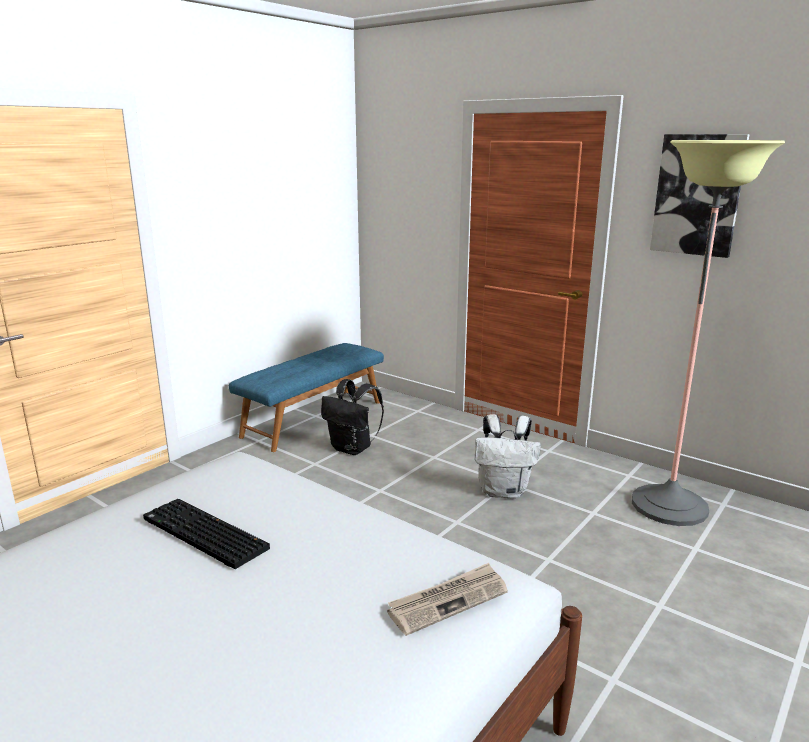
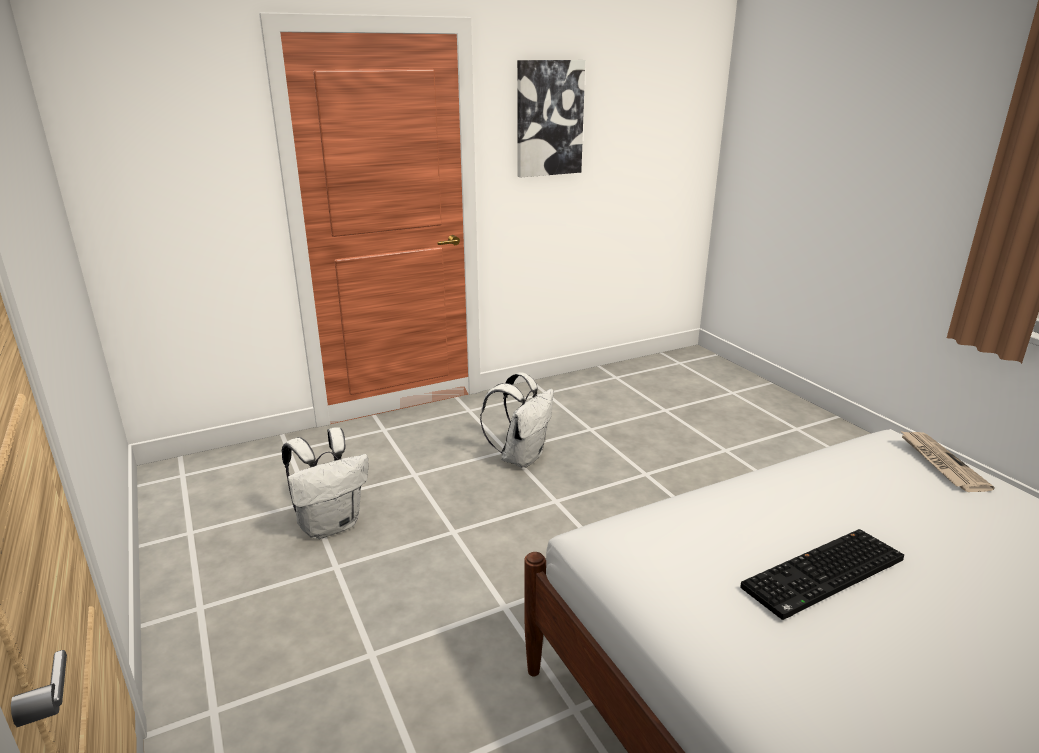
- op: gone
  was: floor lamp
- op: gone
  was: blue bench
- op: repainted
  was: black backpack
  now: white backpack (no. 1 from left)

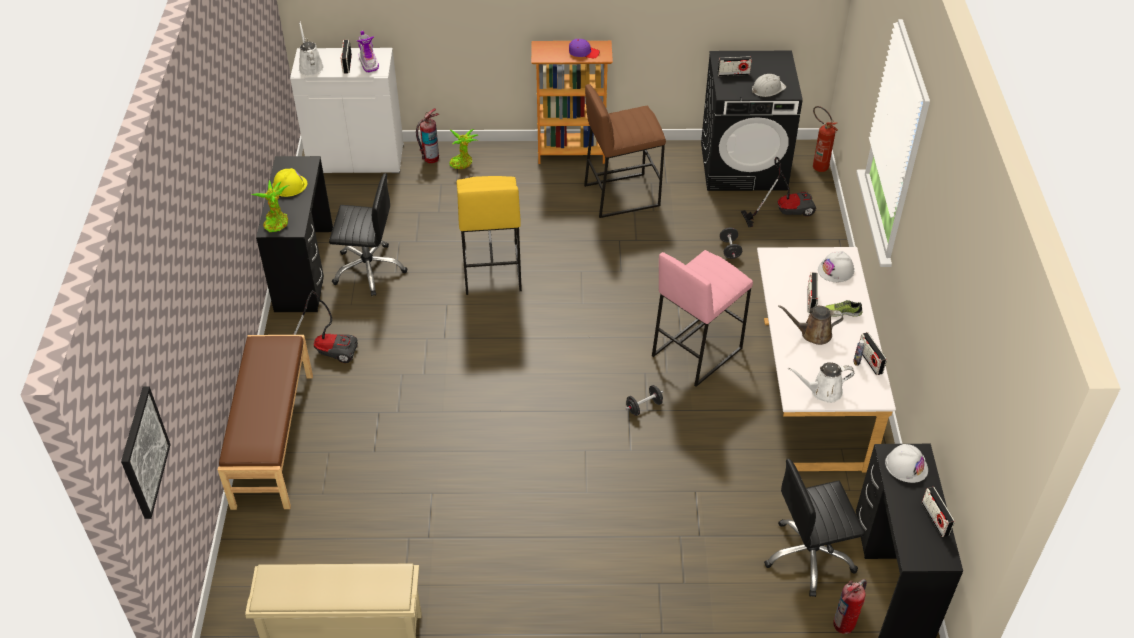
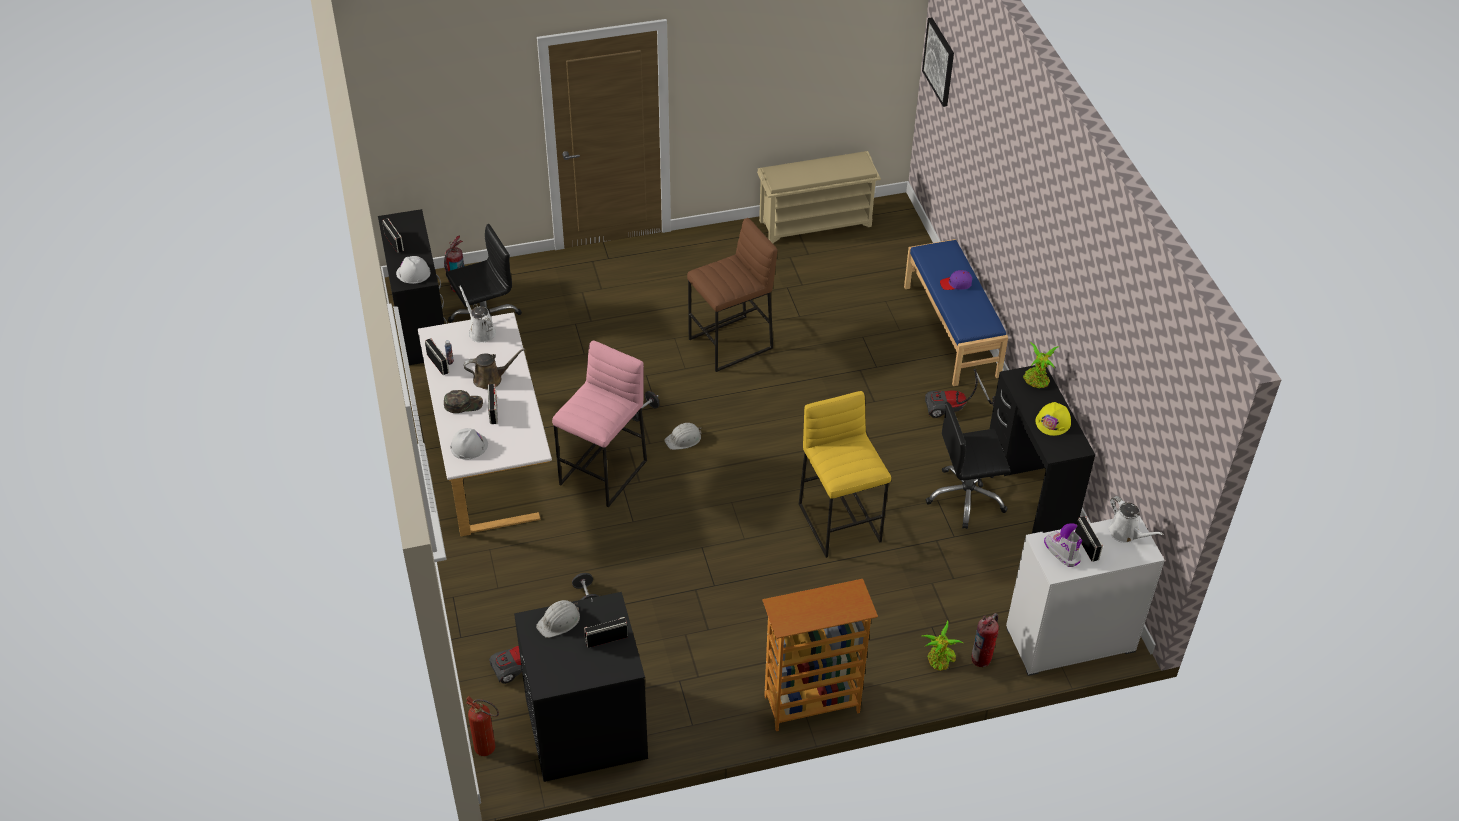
- op: shifted
  was: purple cap
- op: shifted
  was: brown stool
- op: swapped
  was: shoe
  now: green cap
- op: repainted
  was: brown bench
  now: blue bench
- op: rotated
  was: white watering can (no. 2 from left in the first image)
  clockwise: -105
- op: new
  now: white hard hat (no. 4 from left)

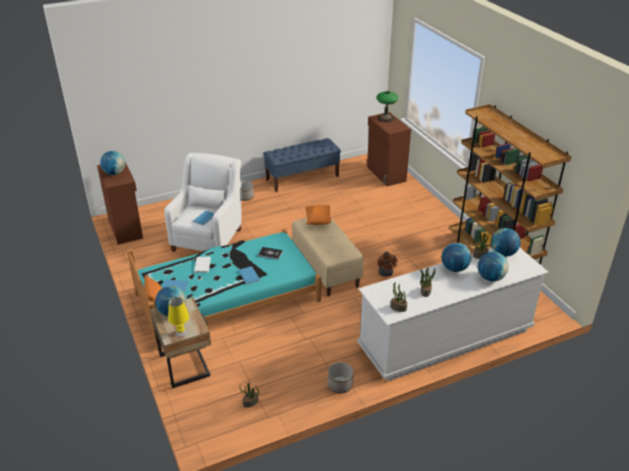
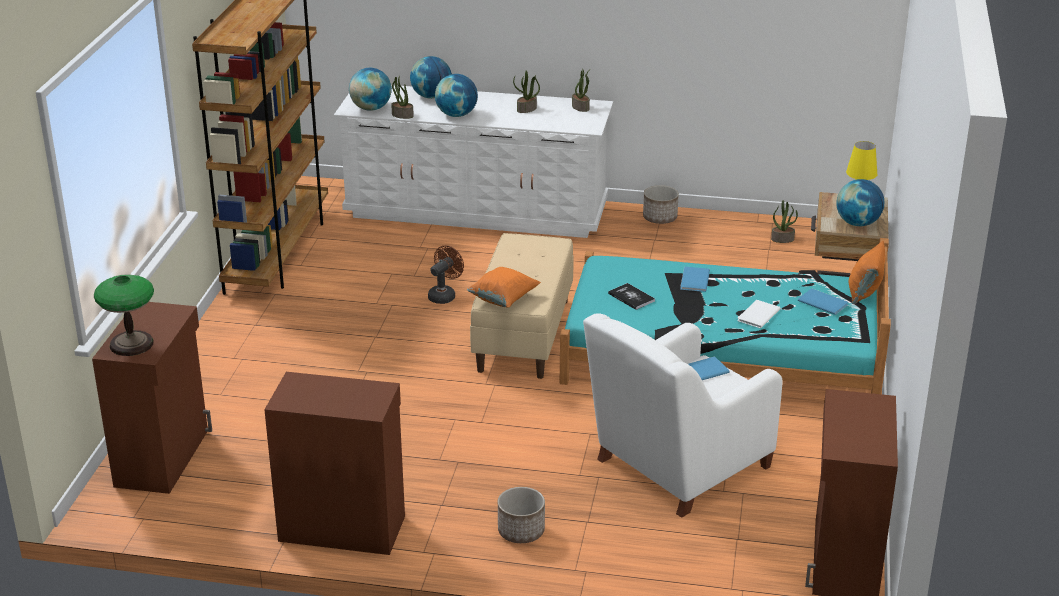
- op: swapped
  was: blue bench
  now: brown cabinet (no. 2 from left)
- op: gone
  was: globe (no. 1 from left)

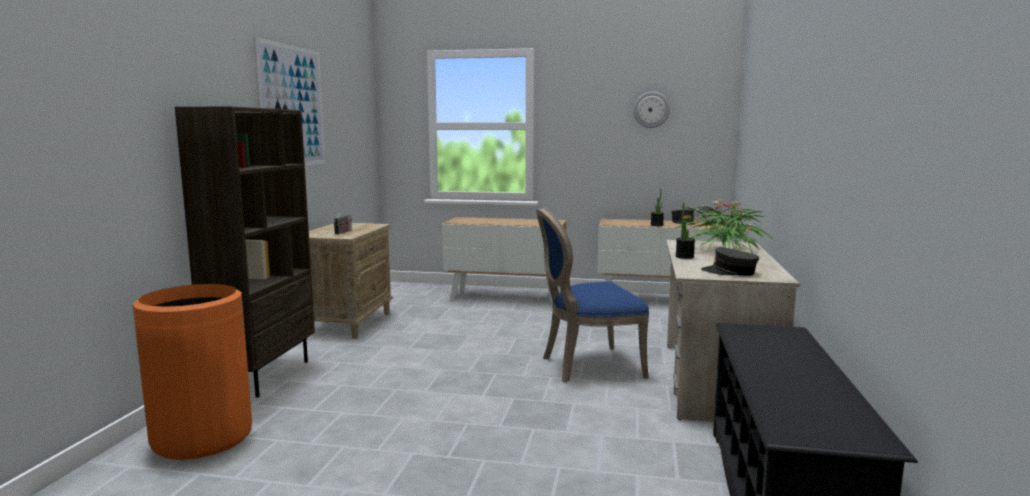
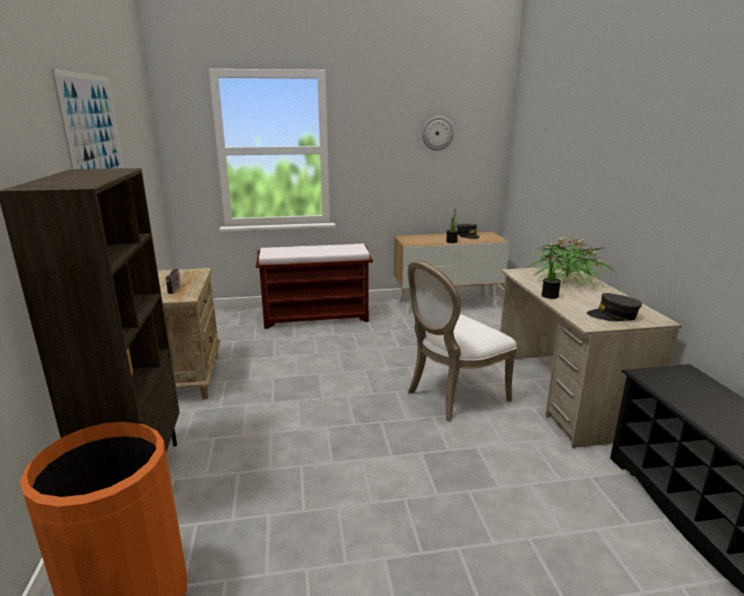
- op: repainted
  was: blue chair
  now: white chair
- op: swapped
  was: cabinet (no. 1 from left)
  now: brown bench

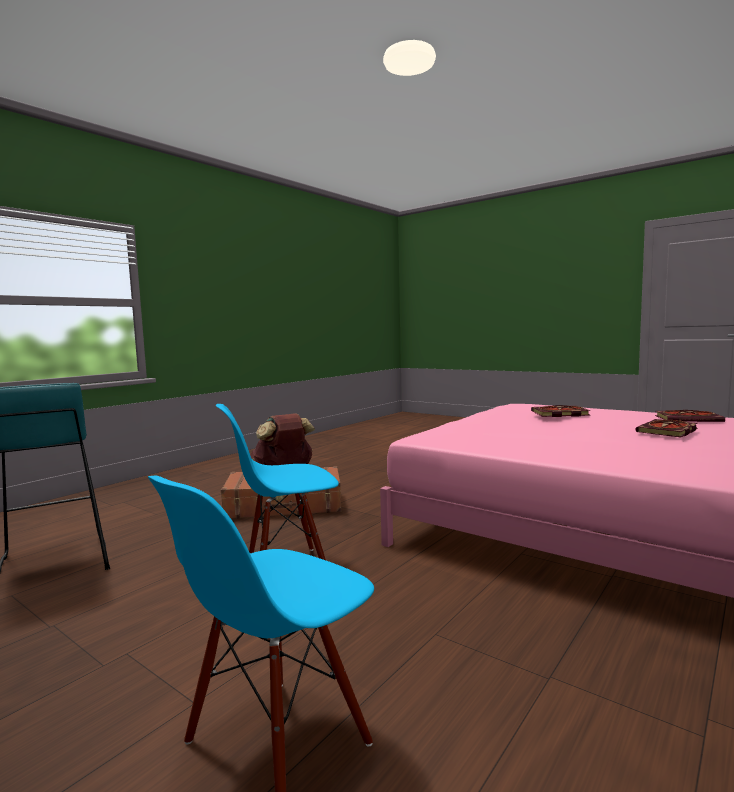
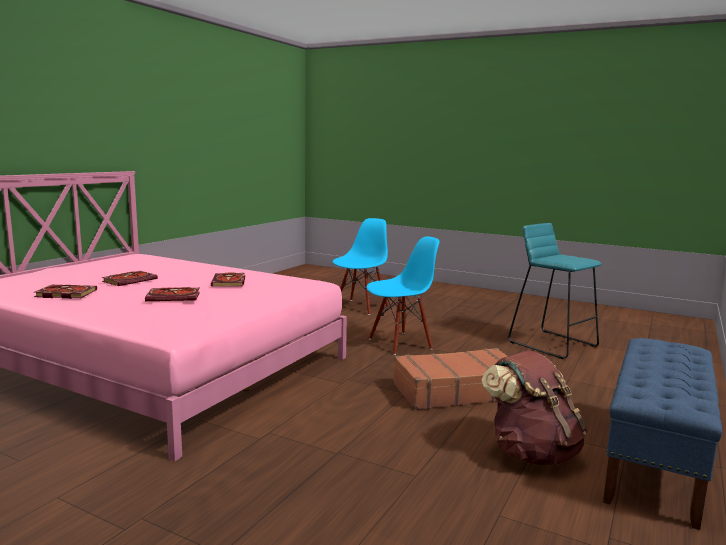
- op: new
  now: book (no. 4 from left)
- op: new
  now: blue bench

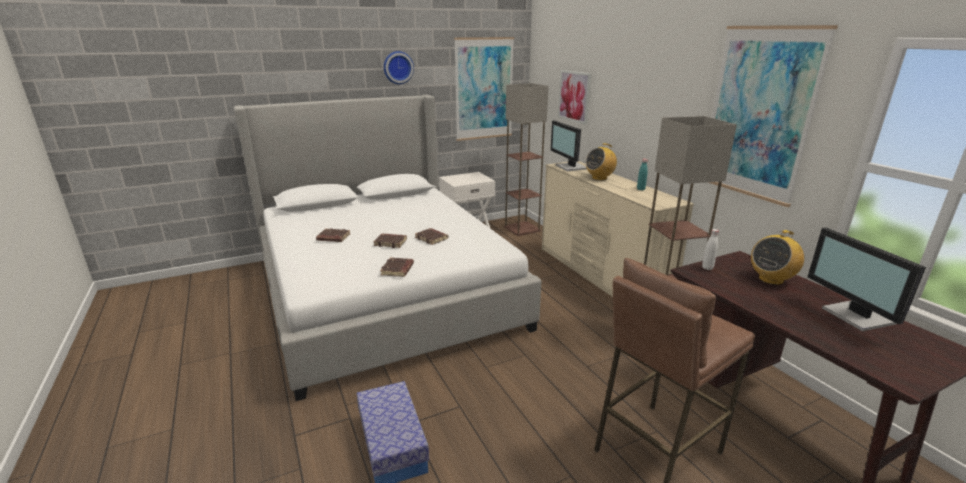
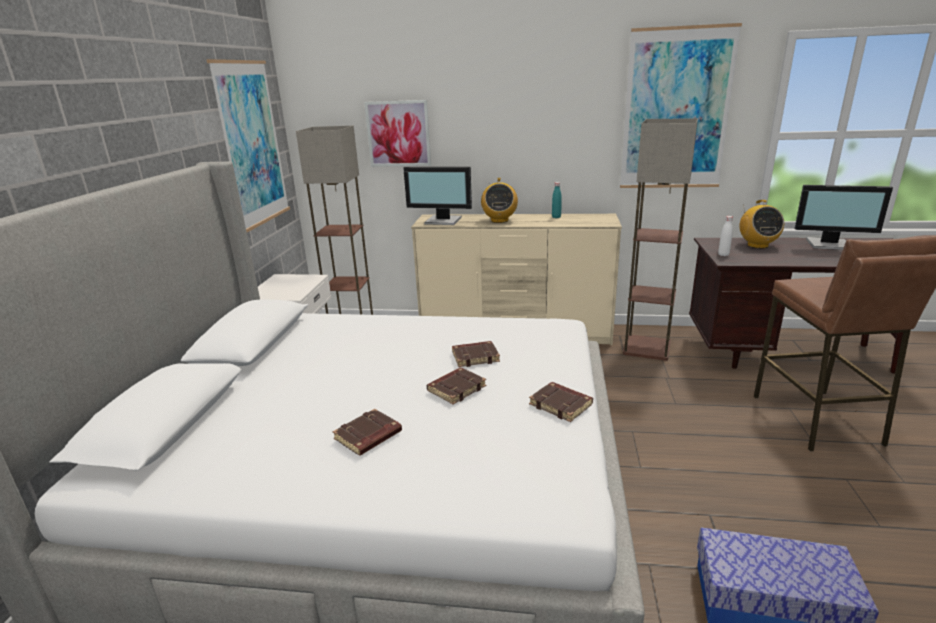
- op: gone
  was: wall clock

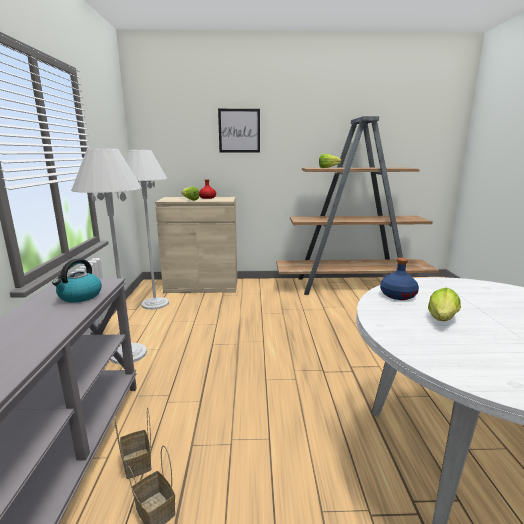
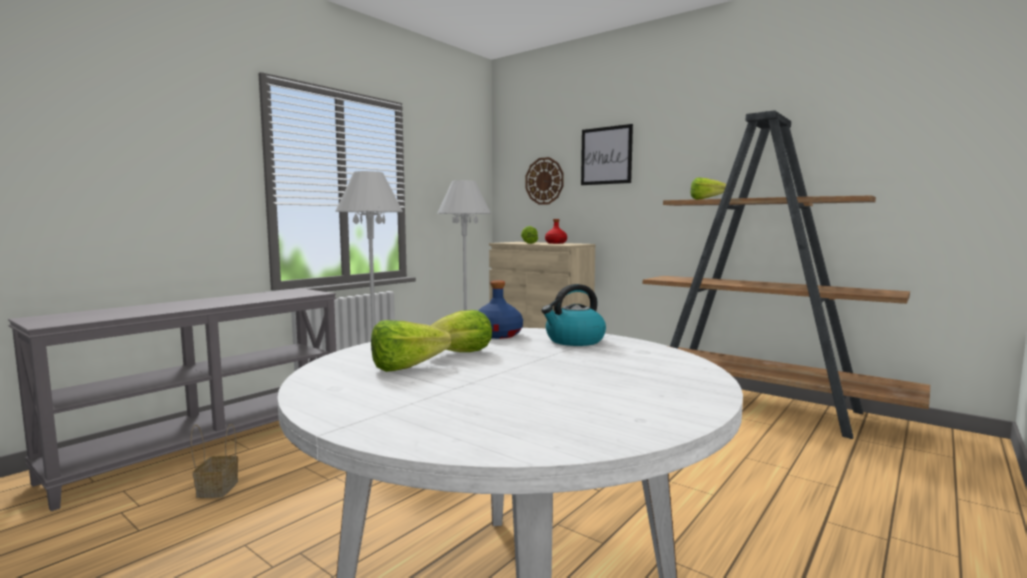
- op: shifted
  was: kettle
- op: gone
  was: basket (no. 1 from left)
- op: new
  now: wall clock
- op: new
  now: lettuce (no. 1 from left)

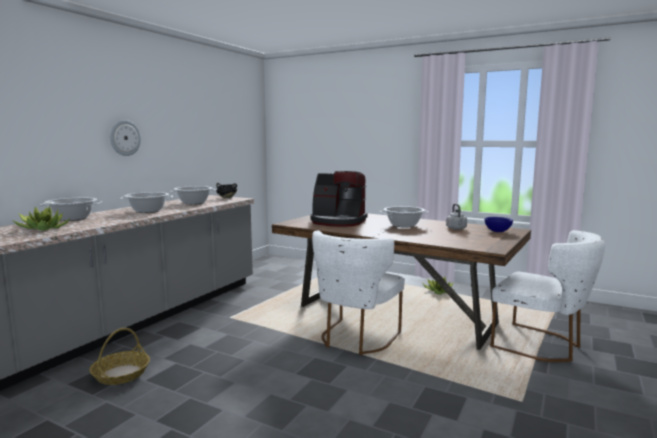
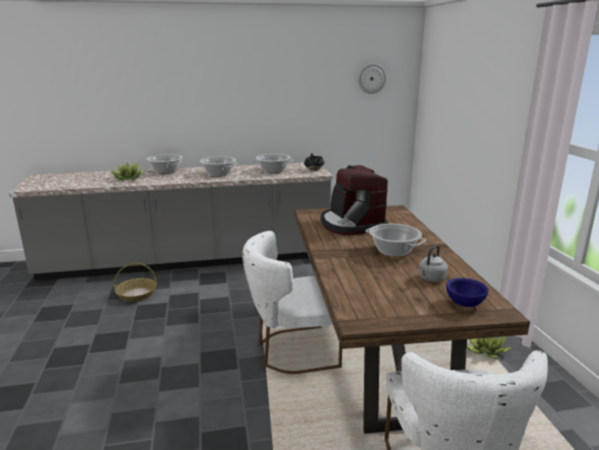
- op: shifted
  was: wall clock

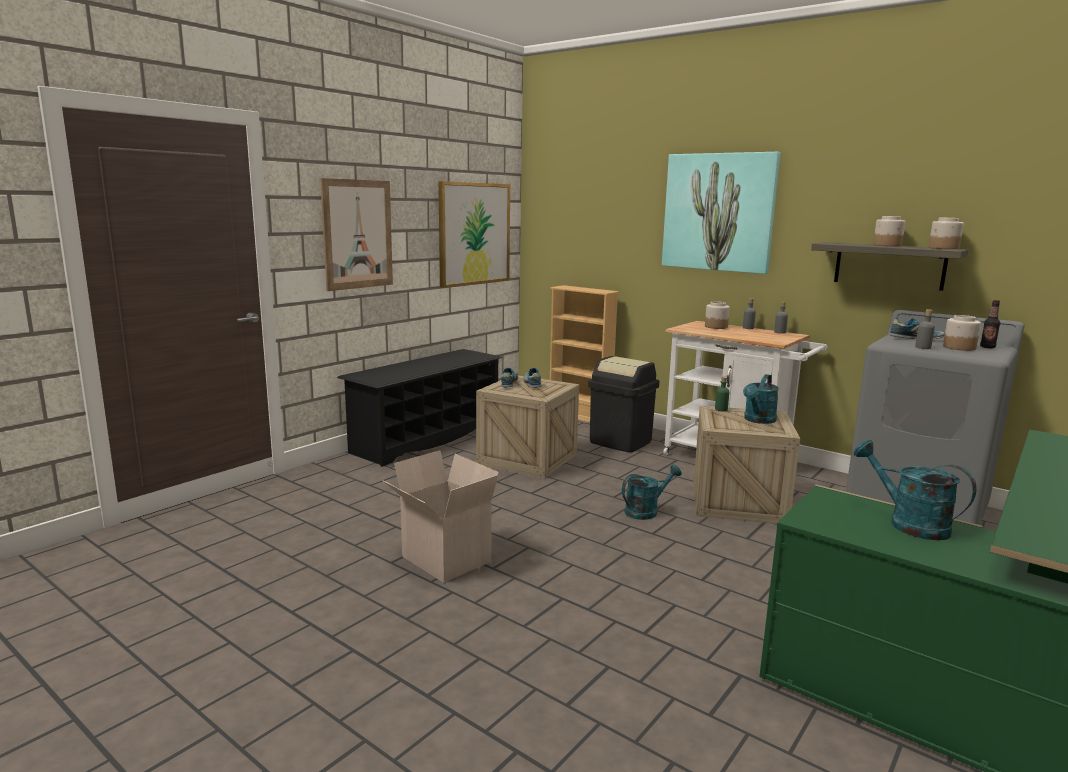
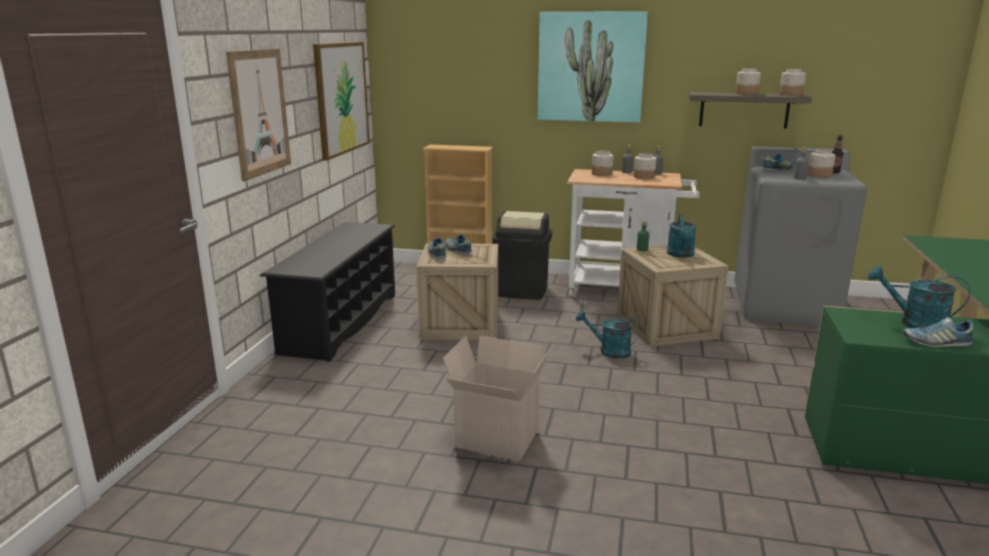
- op: rotated
  was: turquoise watering can (no. 1 from left)
  clockwise: -105
- op: new
  now: jar (no. 2 from left)
- op: new
  now: shoe (no. 4 from left)

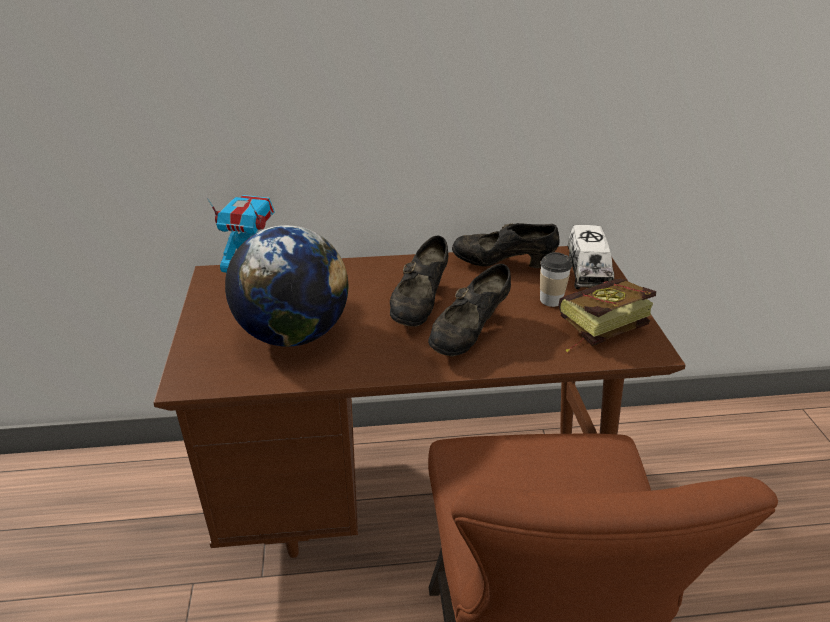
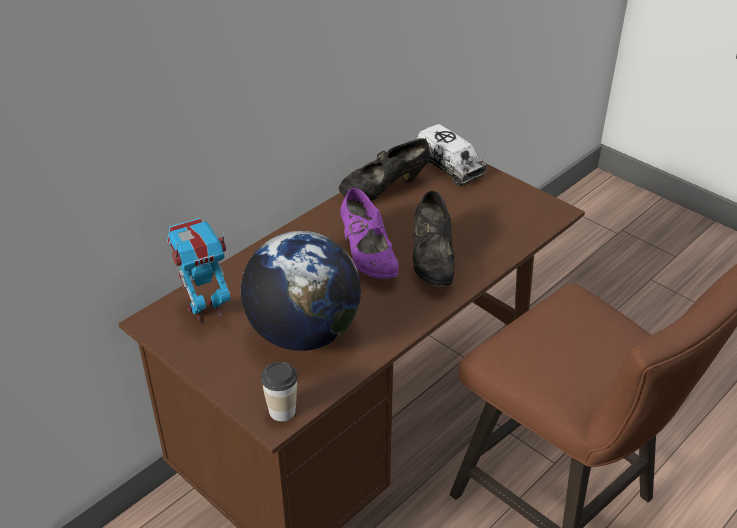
- op: repainted
  was: black shoe (no. 1 from left)
  now: purple shoe
- op: shifted
  was: cup
- op: gone
  was: book

